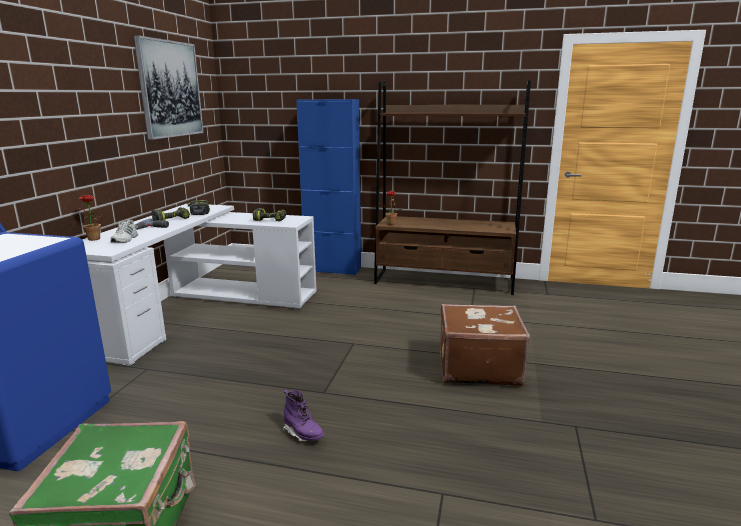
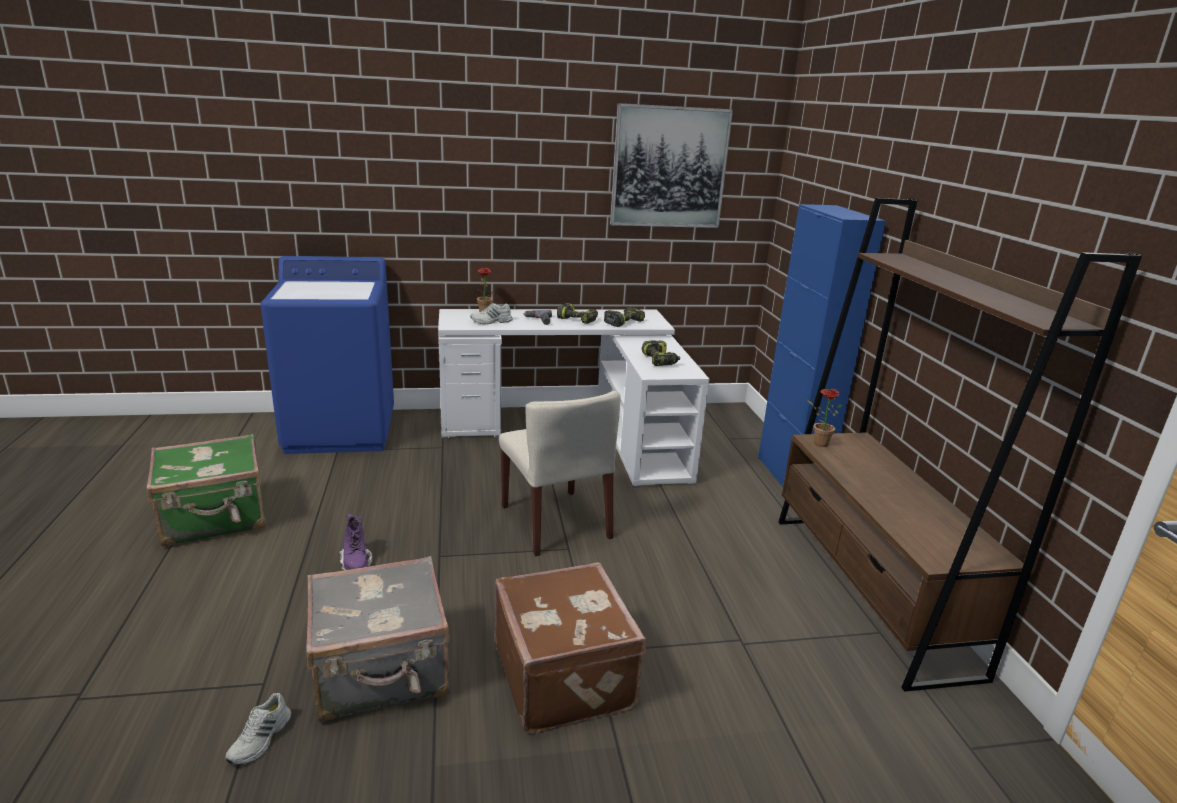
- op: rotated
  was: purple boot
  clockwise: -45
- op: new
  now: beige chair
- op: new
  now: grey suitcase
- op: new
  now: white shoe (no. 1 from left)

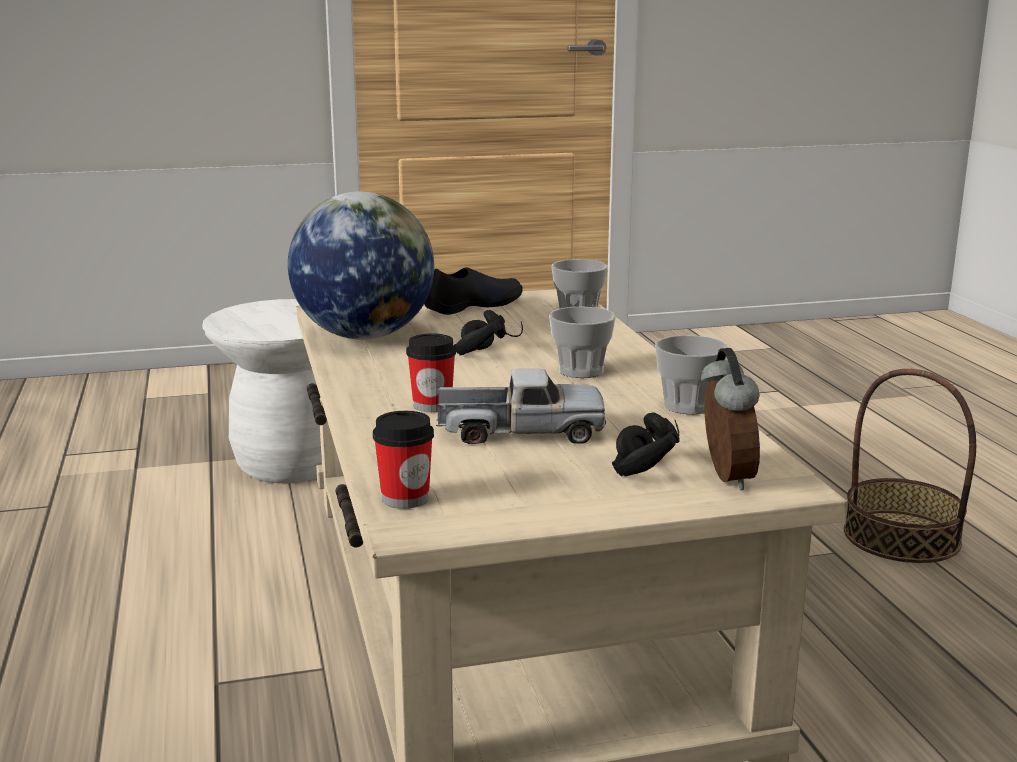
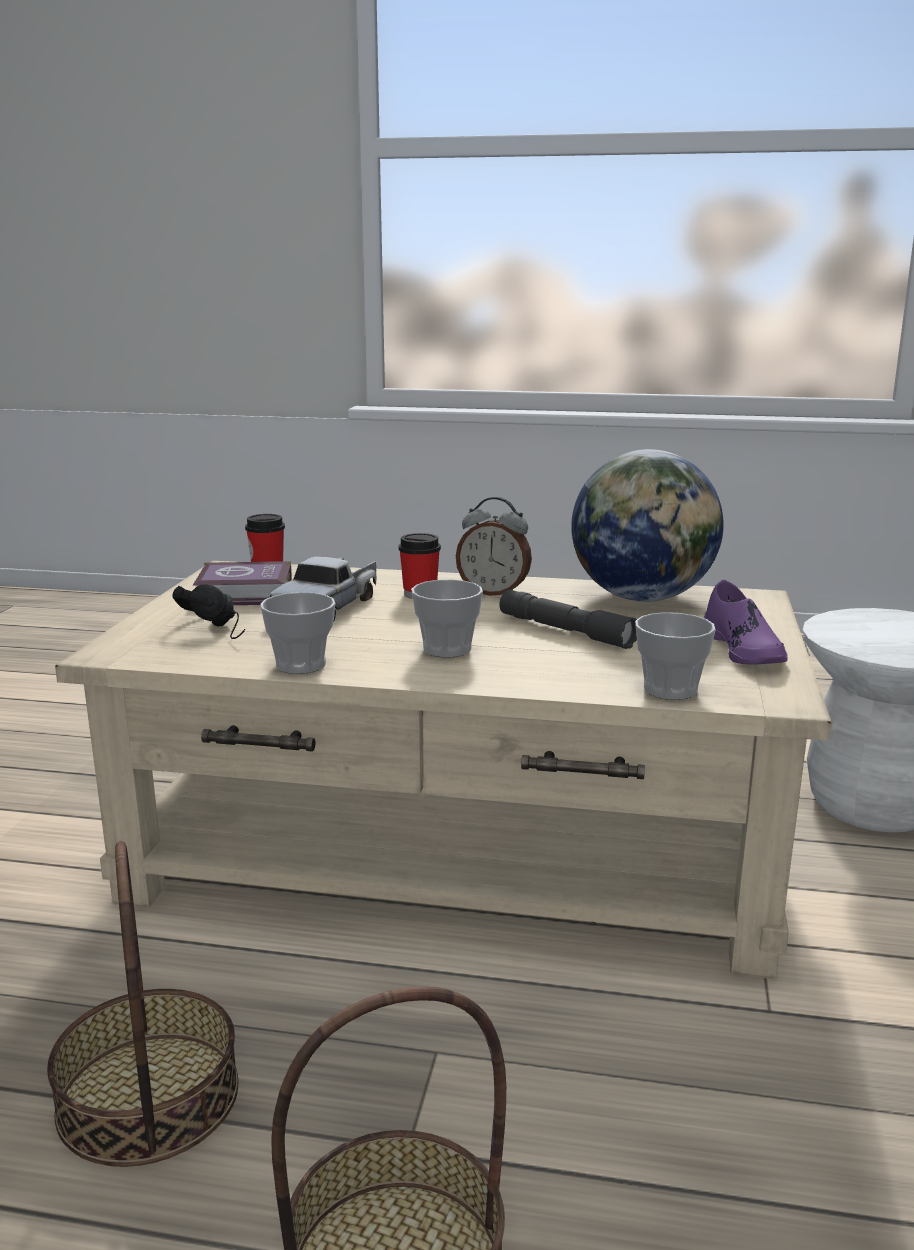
- op: repainted
  was: black shoe
  now: purple shoe
- op: swapped
  was: black headphones (no. 1 from left)
  now: grey flashlight
- op: shifted
  was: alarm clock
- op: new
  now: book
- op: new
  now: basket (no. 1 from left)

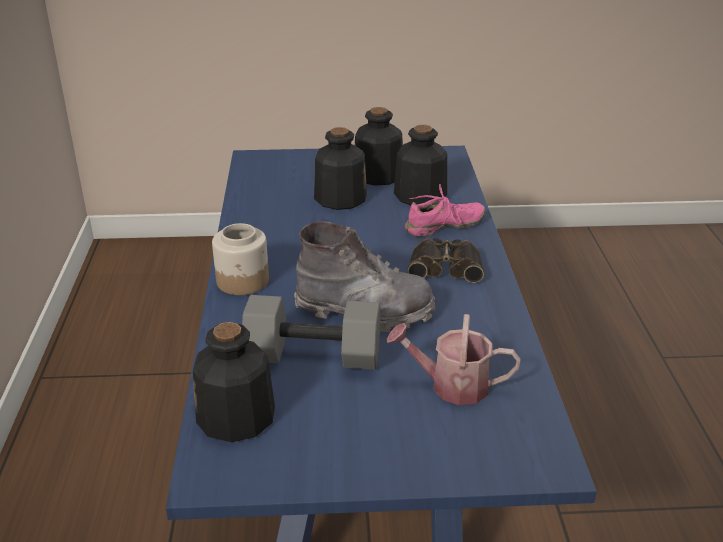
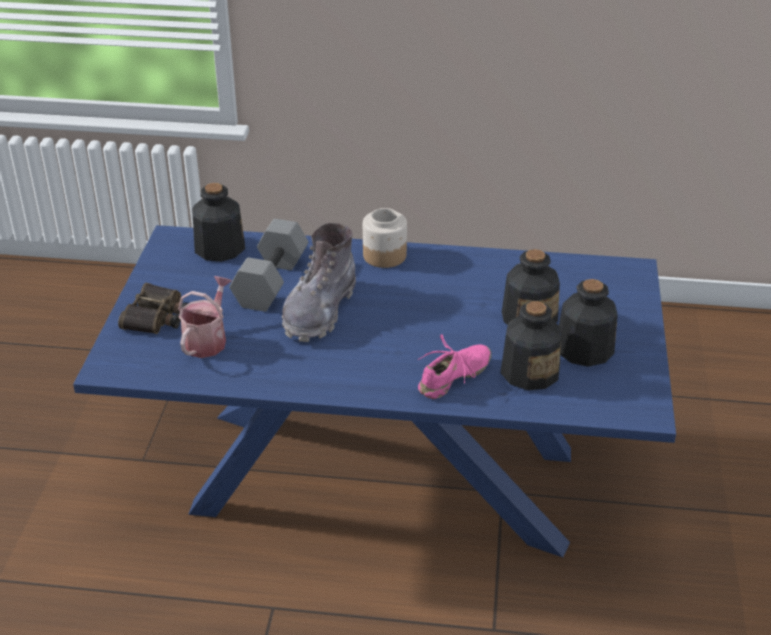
- op: rotated
  was: pink shoe
  clockwise: -120
- op: shifted
  was: binoculars

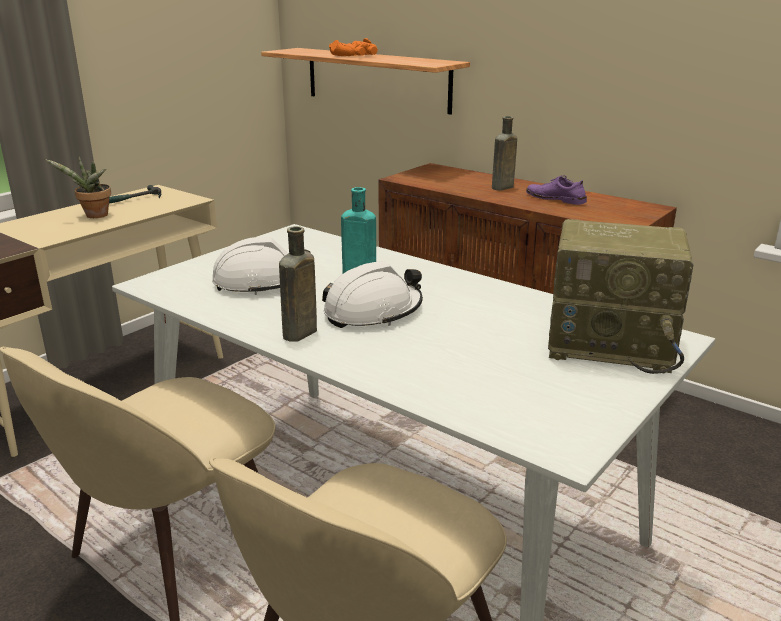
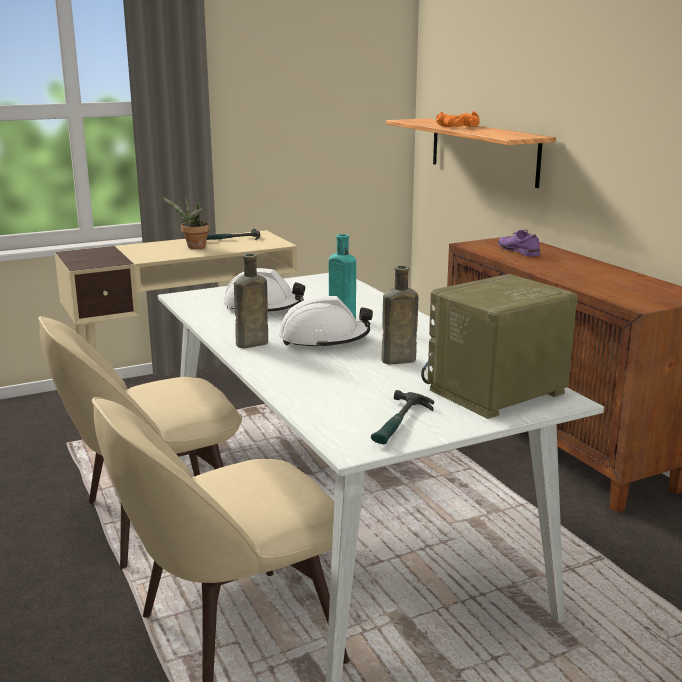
- op: shifted
  was: brown bottle (no. 2 from left)
- op: shifted
  was: purple shoe
- op: rotated
  was: radio
  clockwise: 105
- op: new
  now: hammer (no. 2 from left)

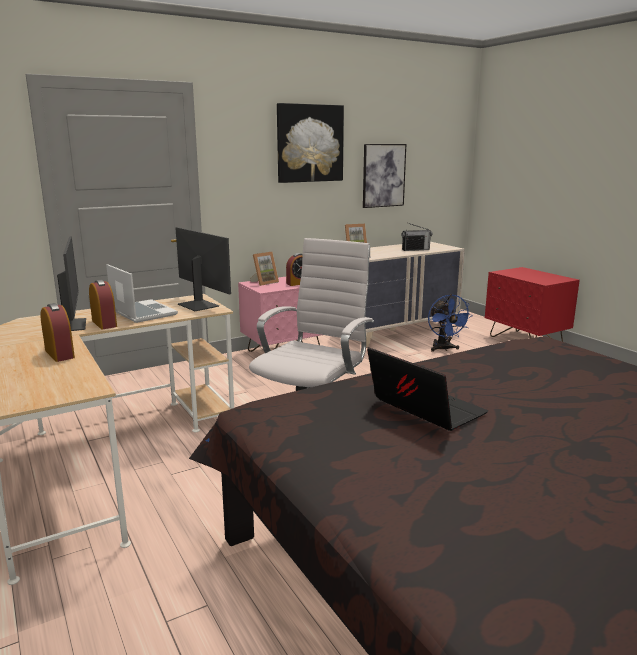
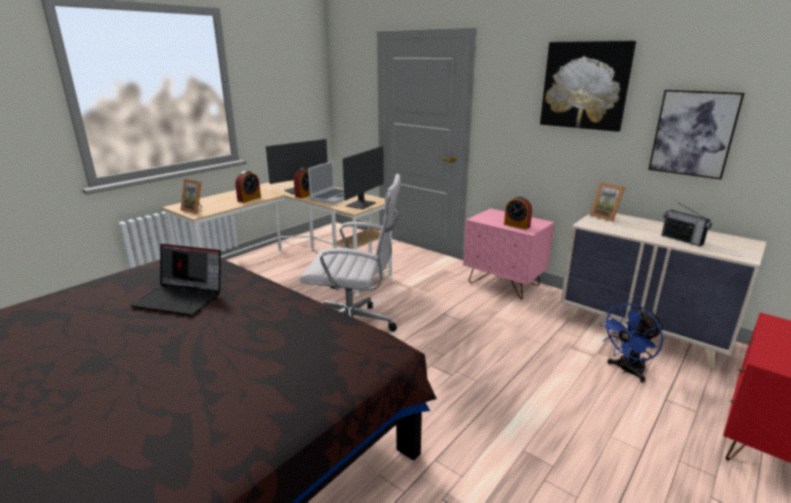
- op: shifted
  was: picture frame (no. 1 from left)
- op: rotated
  was: laptop (no. 2 from left in the first image)
  clockwise: 75

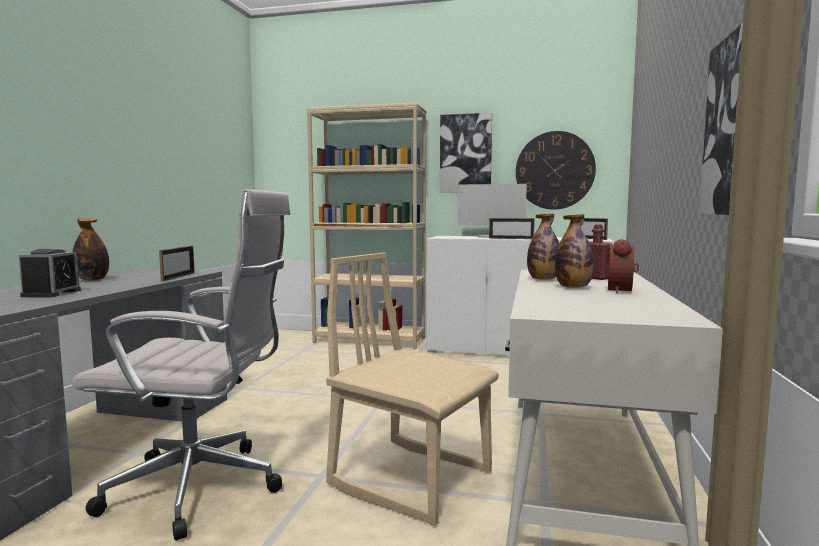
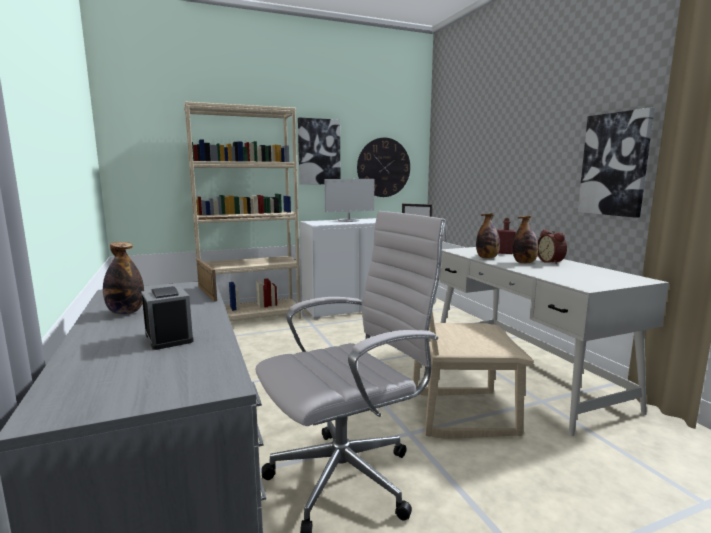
- op: gone
  was: picture frame (no. 2 from left)

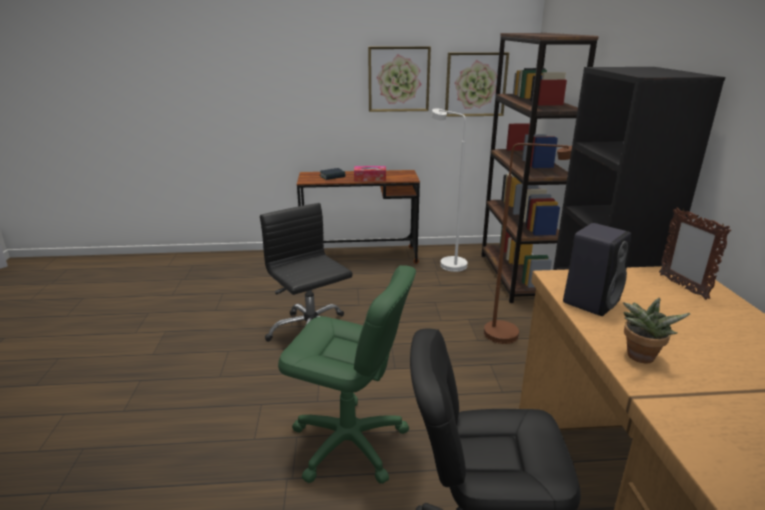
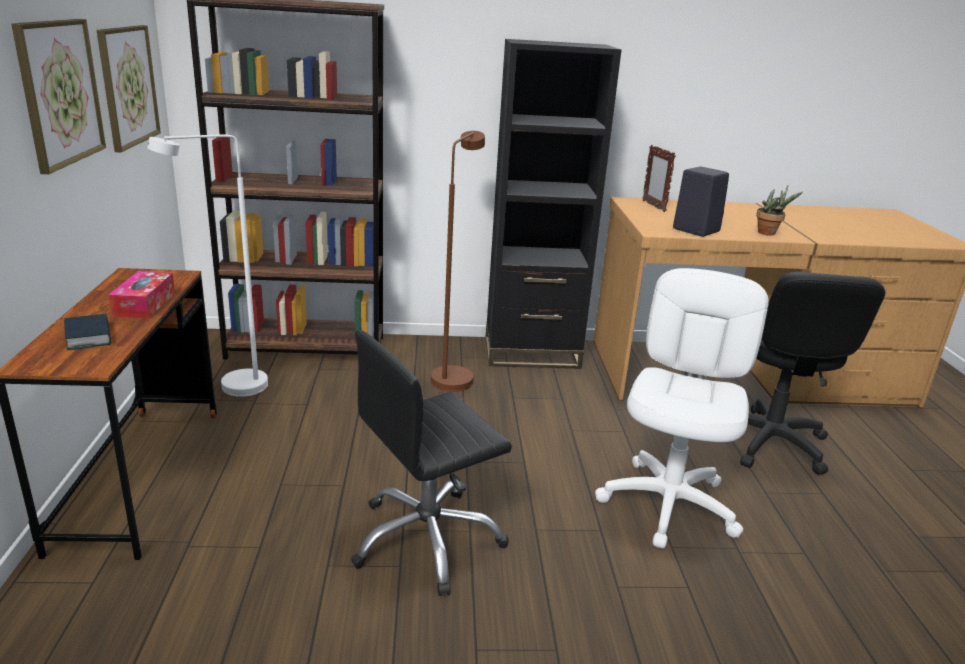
- op: rotated
  was: picture frame
  clockwise: 90
- op: repainted
  was: green office chair
  now: white office chair

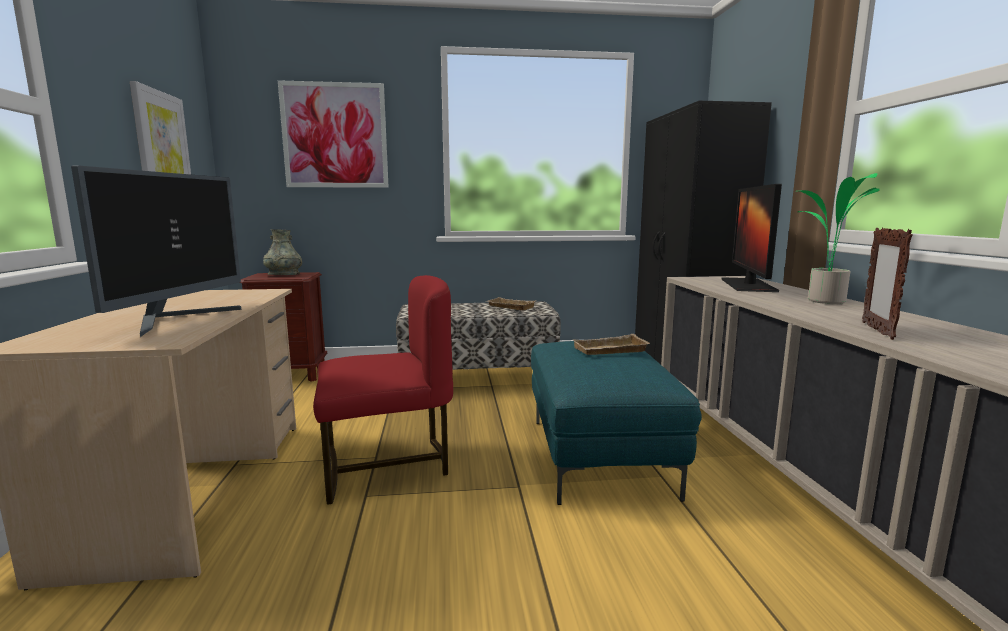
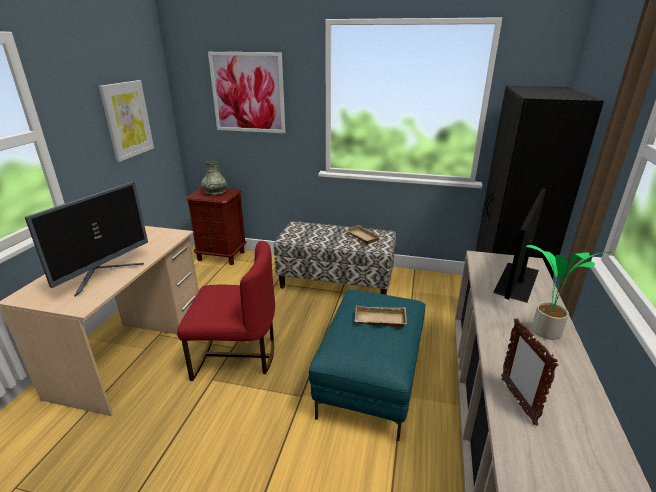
- op: rotated
  was: picture frame
  clockwise: -45

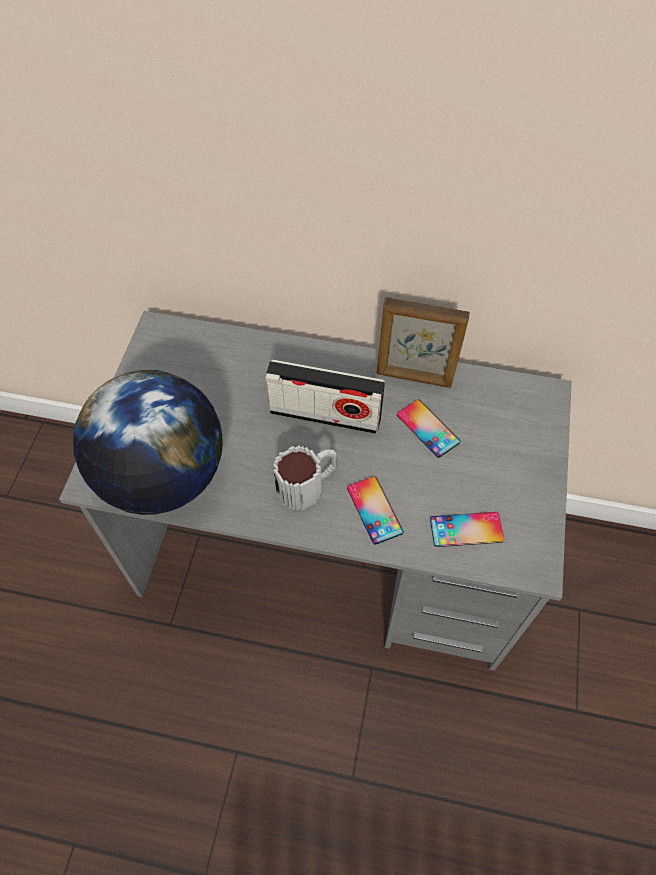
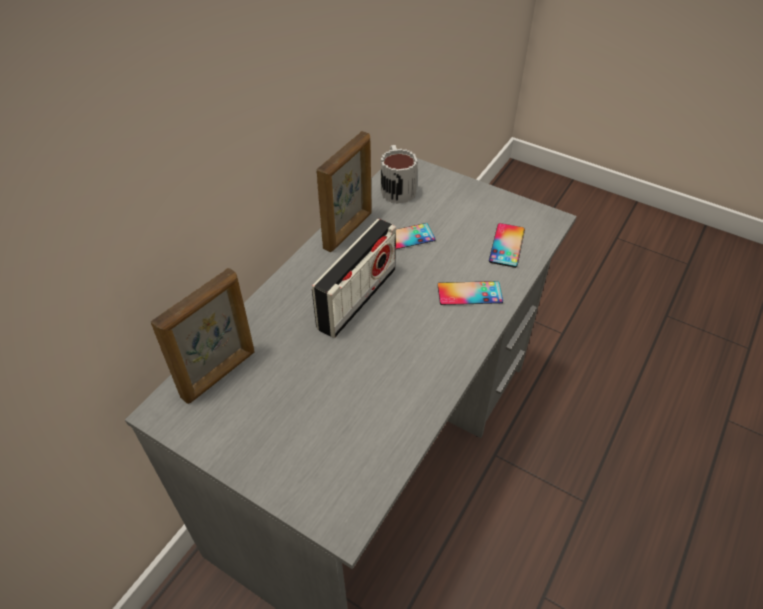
- op: gone
  was: globe
- op: shifted
  was: mug
- op: new
  now: picture frame (no. 1 from left)

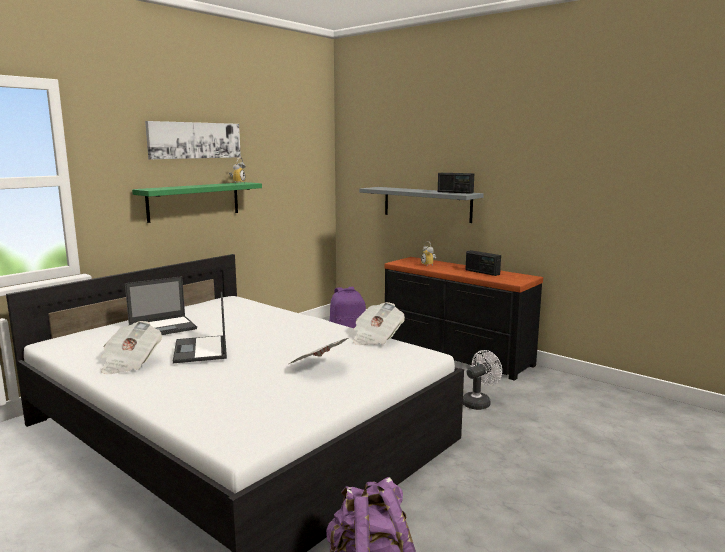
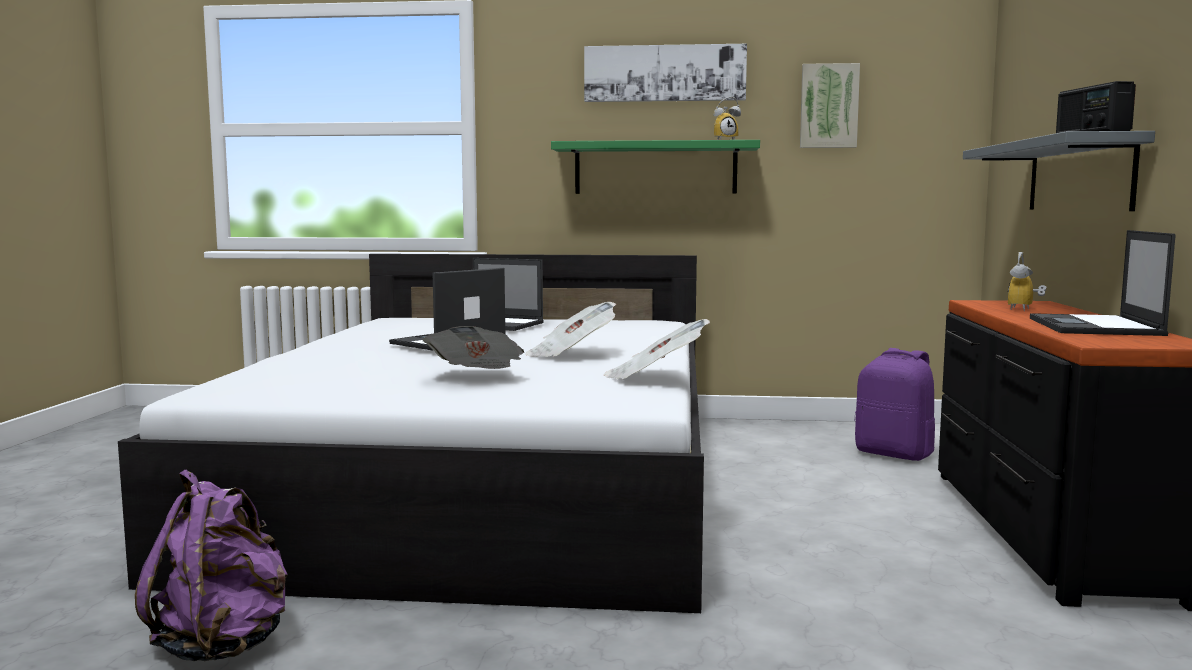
- op: swapped
  was: radio (no. 2 from left)
  now: laptop (no. 3 from left)
- op: shifted
  was: newspaper (no. 1 from left in the first image)
  now: newspaper (no. 2 from left)
- op: gone
  was: white fan
- op: new
  now: picture (no. 2 from left)

